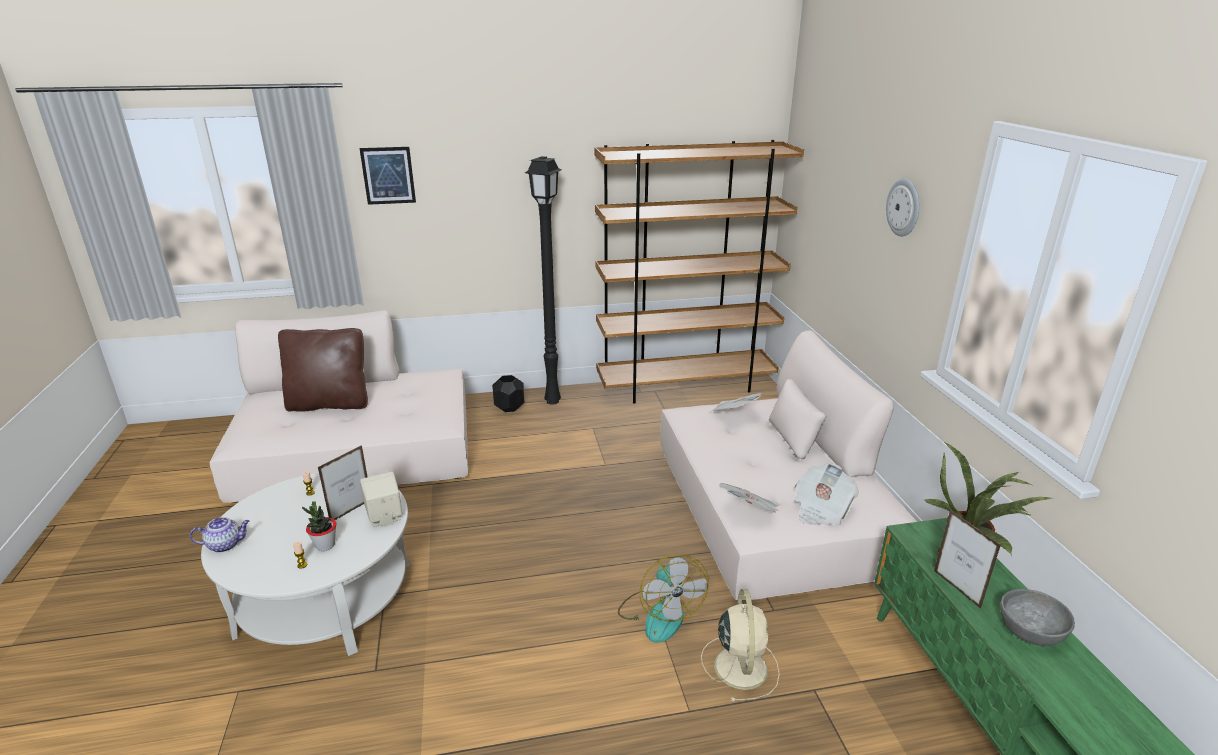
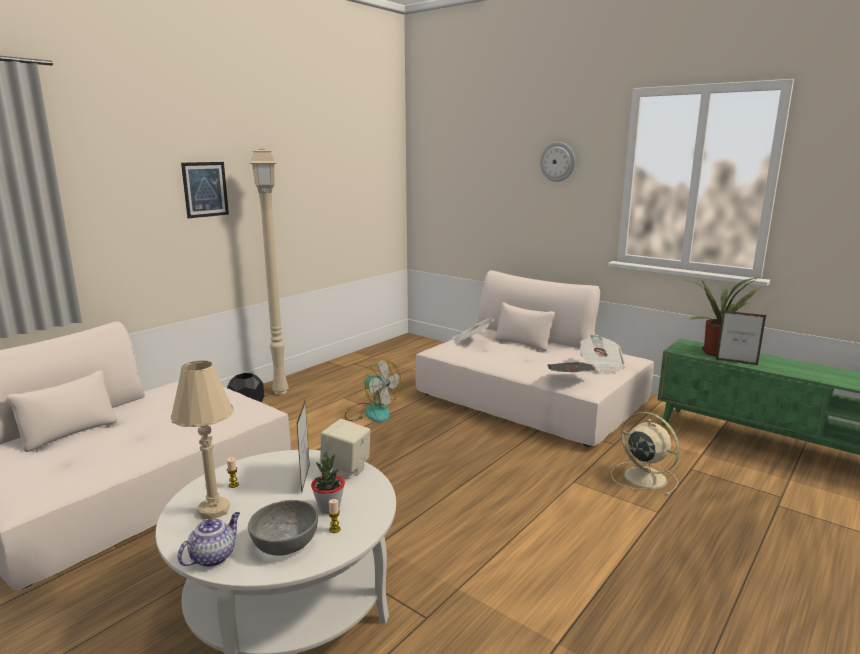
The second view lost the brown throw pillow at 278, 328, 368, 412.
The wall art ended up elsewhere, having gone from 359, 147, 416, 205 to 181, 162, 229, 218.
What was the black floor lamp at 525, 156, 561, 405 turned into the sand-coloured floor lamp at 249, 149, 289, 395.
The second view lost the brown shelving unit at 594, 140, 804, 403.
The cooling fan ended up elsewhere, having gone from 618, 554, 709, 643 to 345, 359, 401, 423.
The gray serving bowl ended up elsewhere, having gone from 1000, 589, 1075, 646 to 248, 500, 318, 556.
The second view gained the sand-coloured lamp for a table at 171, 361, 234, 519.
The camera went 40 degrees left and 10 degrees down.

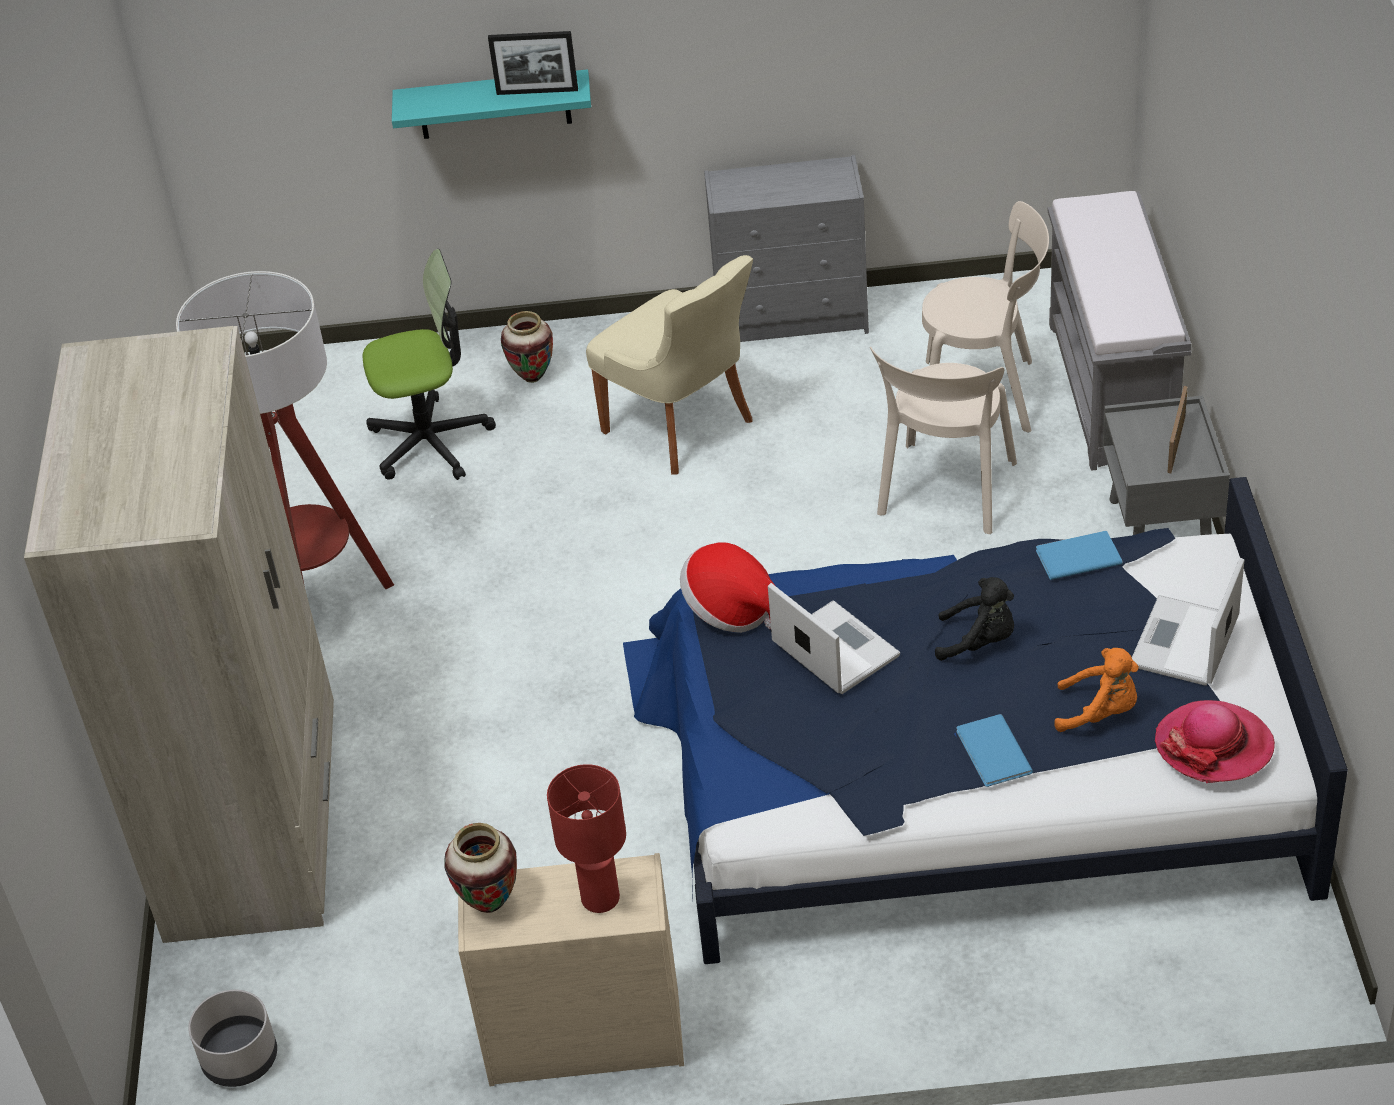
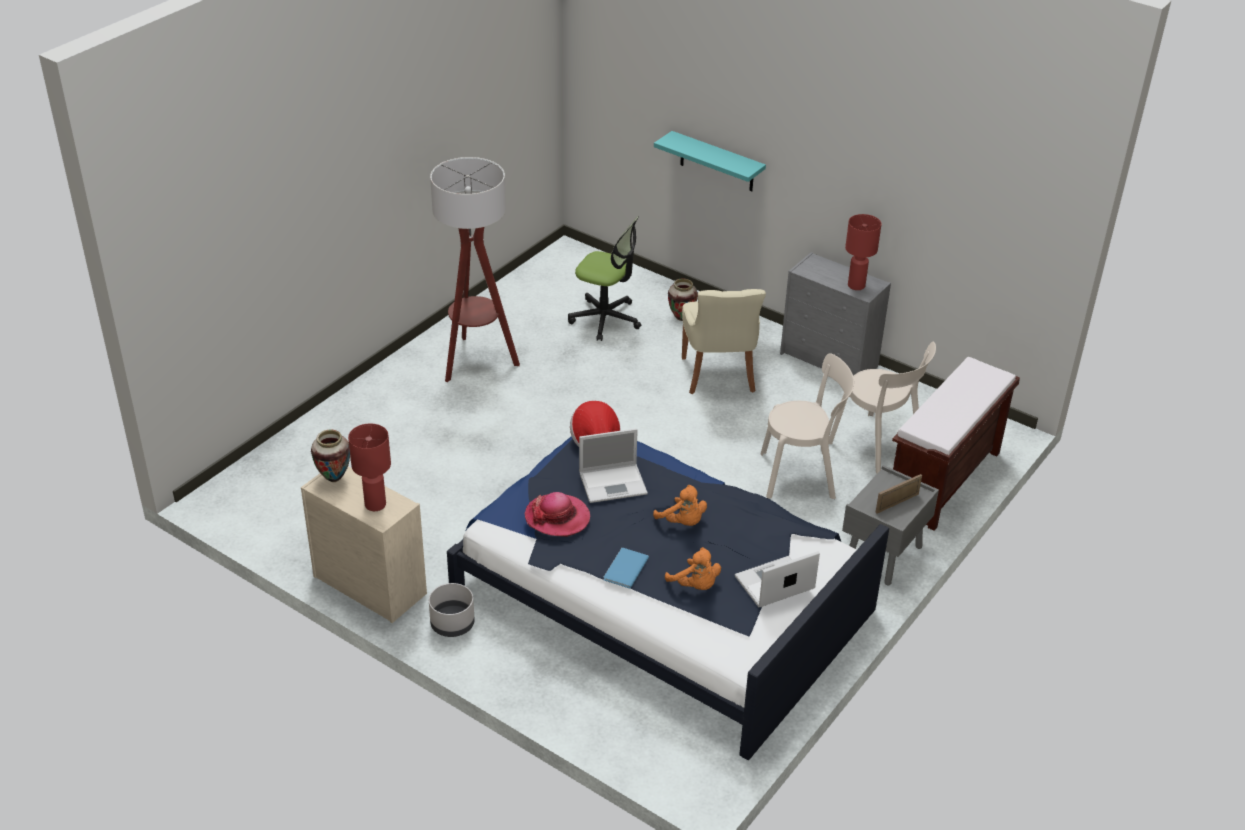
The second view lost the sand-coloured clothes cupboard at 24, 326, 334, 943.
The gray planter ended up elsewhere, having gone from 188, 990, 277, 1087 to 429, 583, 475, 637.
The second view lost the standing frame at 488, 31, 578, 95.
The laptop at 768, 583, 900, 694 ended up facing another way, 75 degrees clockwise from before.
The sand-coloured upright chair at 870, 347, 1017, 534 ended up facing another way, 150 degrees counterclockwise from before.
What was the black plush toy at 935, 577, 1014, 661 turned into the orange plush toy at 653, 485, 707, 526.
The second view lost the blue-coloured book at 1036, 531, 1123, 580.
What was the gray bench at 1047, 191, 1191, 471 turned into the brown bench at 892, 357, 1020, 531.
The hat ended up elsewhere, having gone from 1155, 700, 1275, 783 to 525, 492, 590, 537.
The second view gained the red lamp for a table at 845, 214, 882, 290.
The camera went 35 degrees right and 5 degrees down.

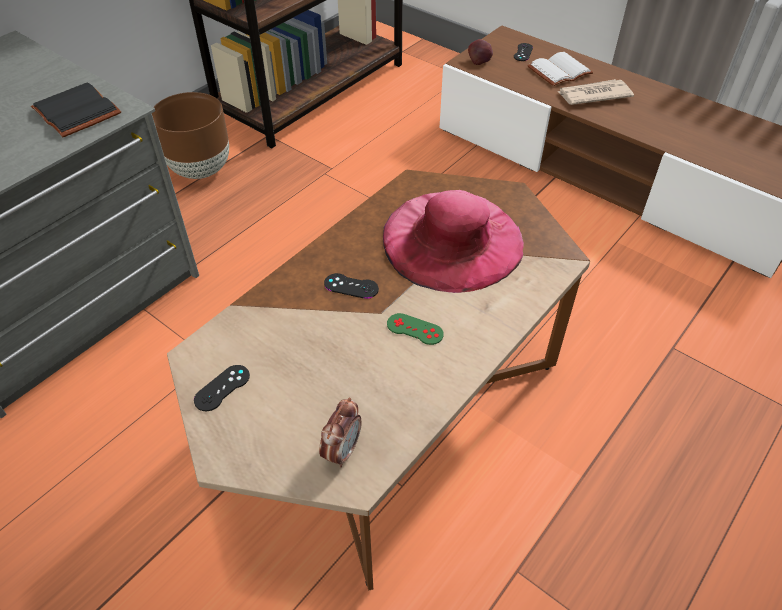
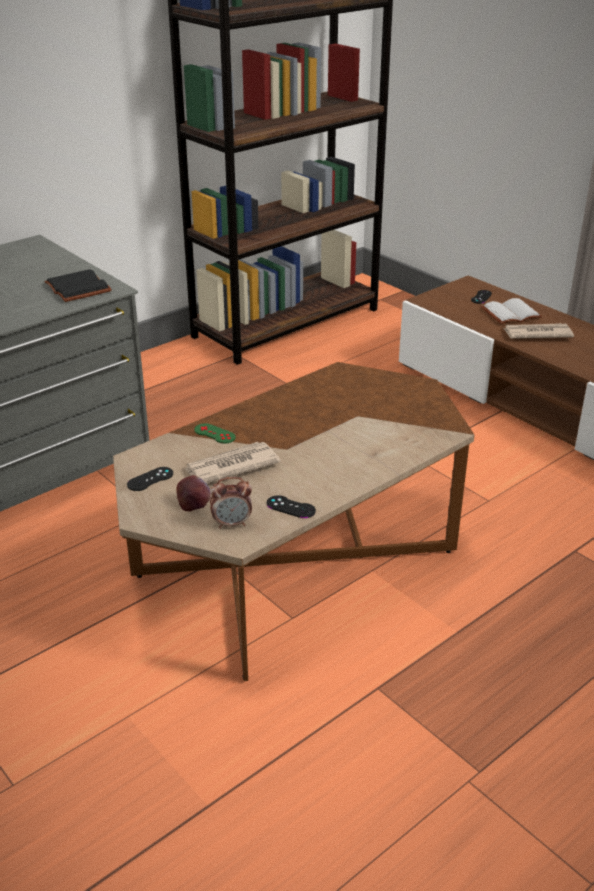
The second view lost the brown planter at 152, 92, 229, 179.
The bedside clock at 319, 398, 362, 468 ended up facing another way, 45 degrees clockwise from before.
The black joypad ended up elsewhere, having gone from 324, 273, 379, 299 to 267, 495, 316, 518.
The second view lost the pink hat at 383, 190, 524, 293.
The greenish joypad ended up elsewhere, having gone from 387, 313, 444, 345 to 194, 423, 236, 444.
The apple ended up elsewhere, having gone from 468, 39, 493, 65 to 176, 475, 211, 512.
The second view gained the newspaper at 185, 442, 281, 483.
The camera went 10 degrees right and 15 degrees down.

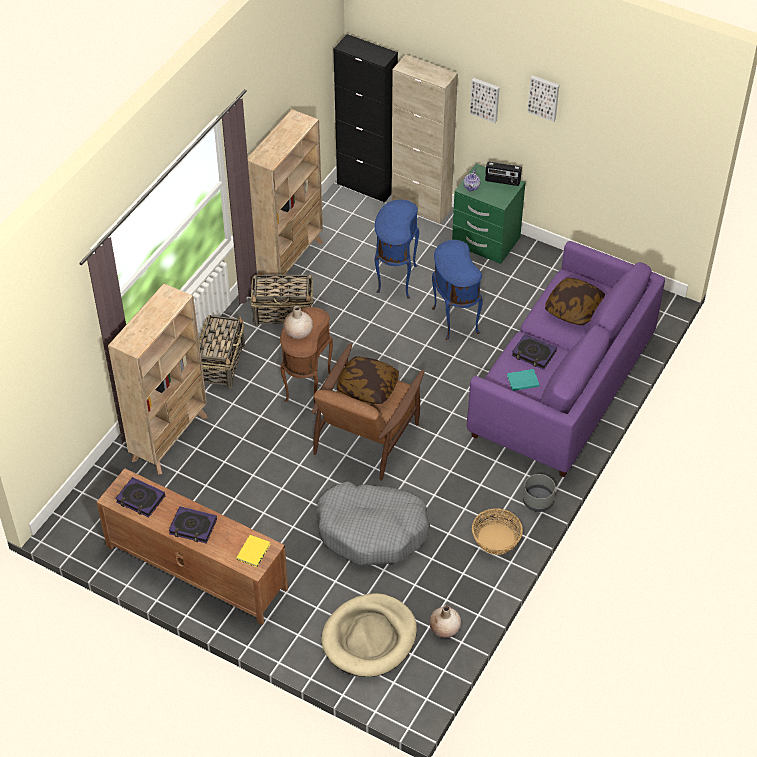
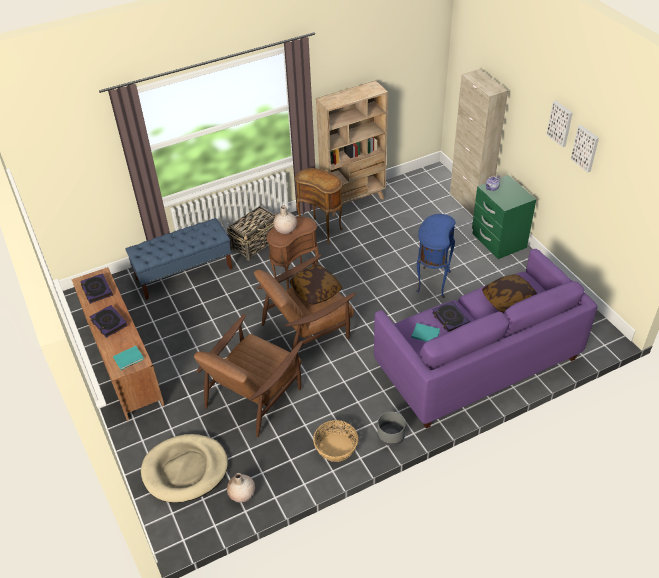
Where the sand-coloured shelving unit stood at 108, 283, 207, 475, the blue-coloured bench came to stand at 125, 218, 233, 300.
What was the yellow book at 236, 535, 271, 567 turned into the turquoise-coloured book at 113, 346, 144, 370.
Where the storage basket stood at 251, 275, 314, 326, the brown side table came to stand at 295, 168, 343, 244.
Where the gray pet bed stood at 317, 481, 430, 565, the brown lounge chair came to stand at 194, 314, 303, 437.
The second view lost the black cabinet at 334, 34, 398, 203.
The second view lost the blue-coloured side table at 375, 199, 419, 299.
The wall art ended up elsewhere, having gone from 470, 78, 500, 123 to 571, 125, 599, 173.
The second view lost the radio set at 485, 162, 522, 186.
The camera went 35 degrees right and 5 degrees down.

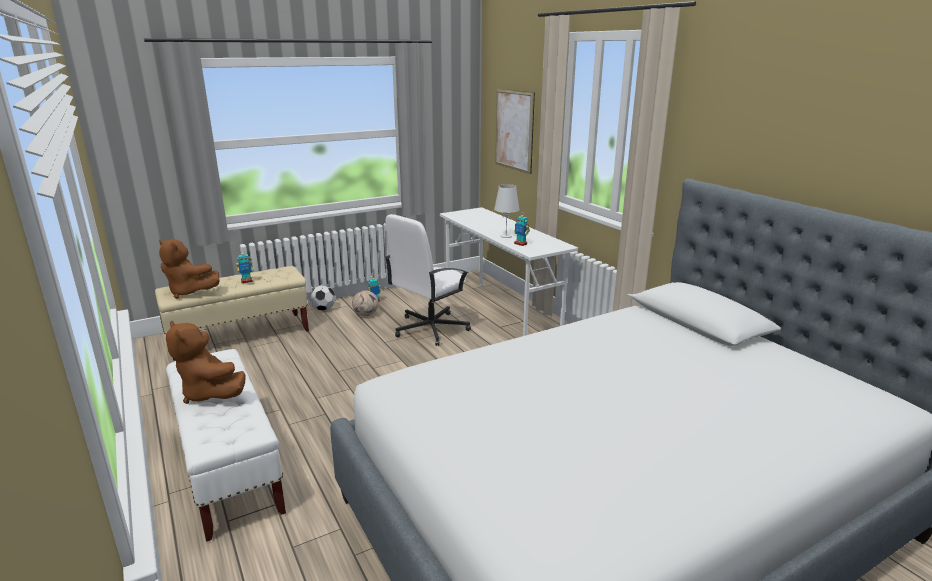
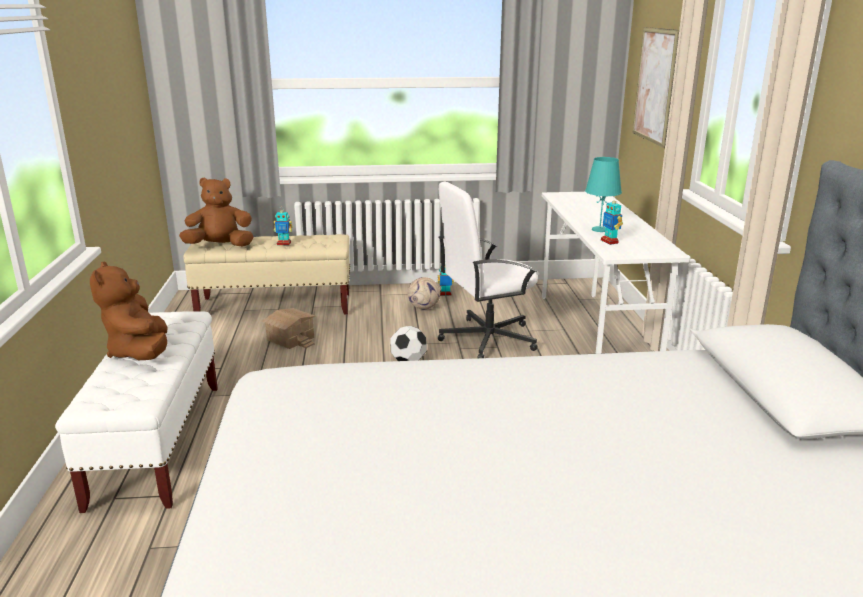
The brown plush toy at 159, 239, 220, 299 ended up facing another way, 120 degrees clockwise from before.
The football ball ended up elsewhere, having gone from 309, 285, 336, 311 to 391, 326, 427, 361.
What was the whitish lamp for a table at 494, 184, 520, 238 turned into the turquoise-coloured lamp for a table at 585, 157, 622, 232.
The second view gained the model house at 262, 308, 315, 349.
The camera went 25 degrees right and 0 degrees up.

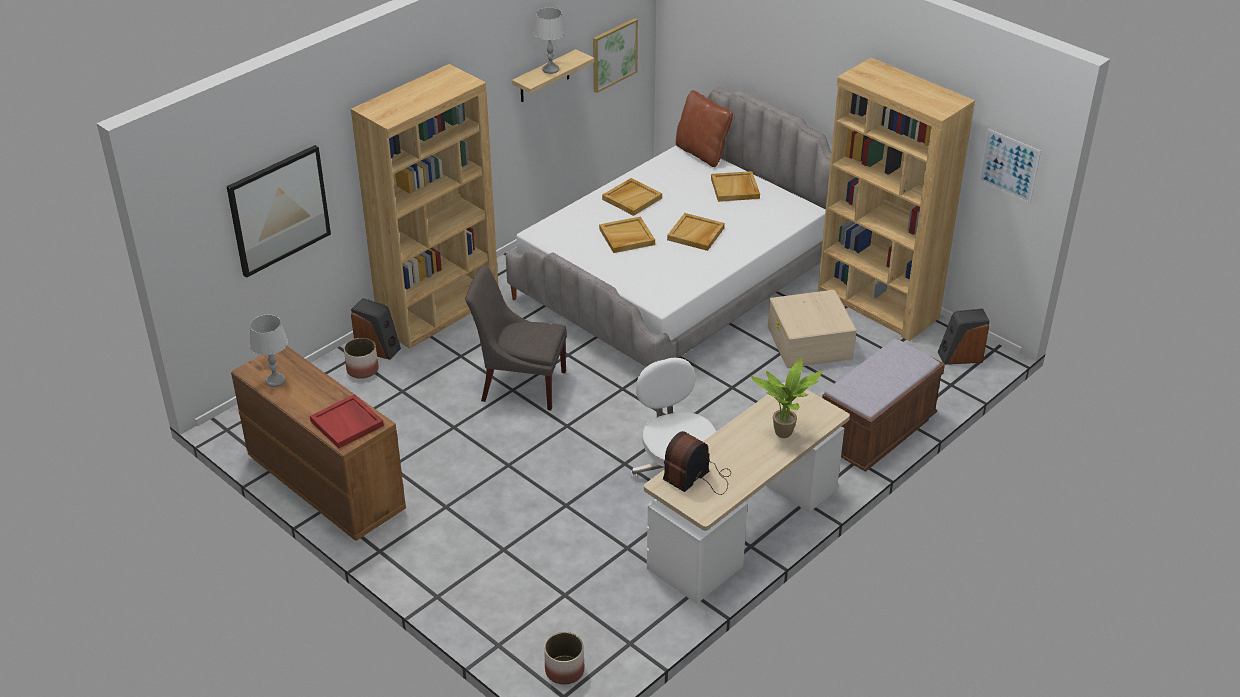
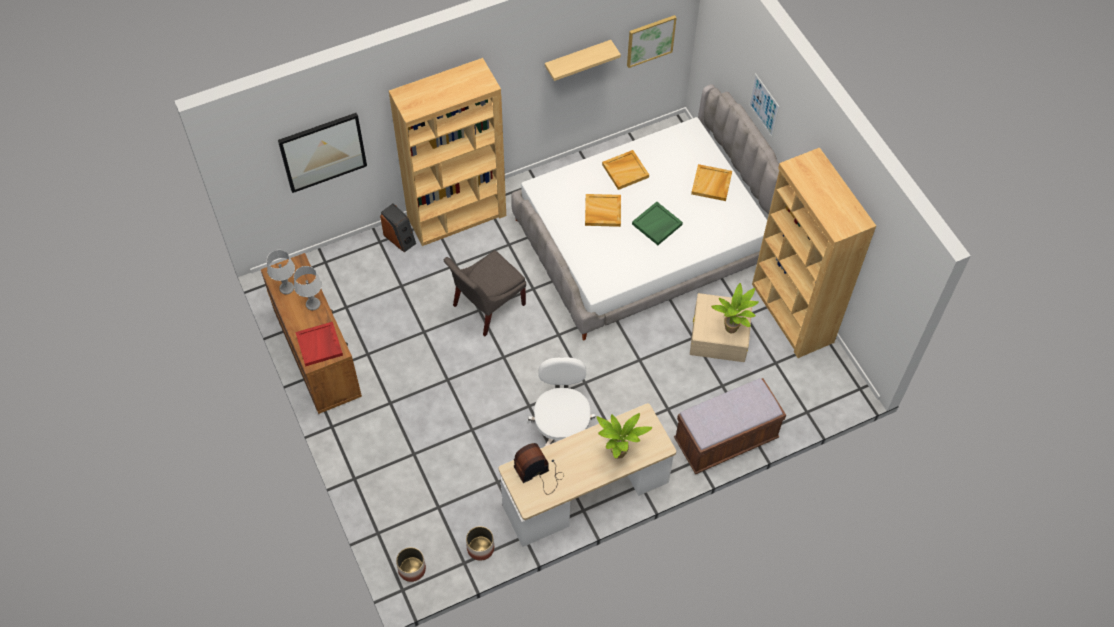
The planter ended up elsewhere, having gone from 344, 338, 379, 379 to 466, 526, 494, 561.
The gray upright chair at 465, 266, 567, 410 ended up facing another way, 75 degrees counterclockwise from before.
The gray lamp for a table ended up elsewhere, having gone from 534, 8, 566, 74 to 294, 266, 322, 310.
What was the sand-coloured carrying tray at 667, 213, 725, 251 turned into the greenish carrying tray at 632, 202, 683, 245.
The second view lost the brown throw pillow at 676, 90, 733, 167.
The second view lost the audio speaker at 938, 309, 990, 365.
The wall art ended up elsewhere, having gone from 978, 129, 1041, 204 to 749, 73, 780, 137.
The second view gained the houseplant at 711, 283, 759, 333.
The camera went 20 degrees right and 20 degrees up.

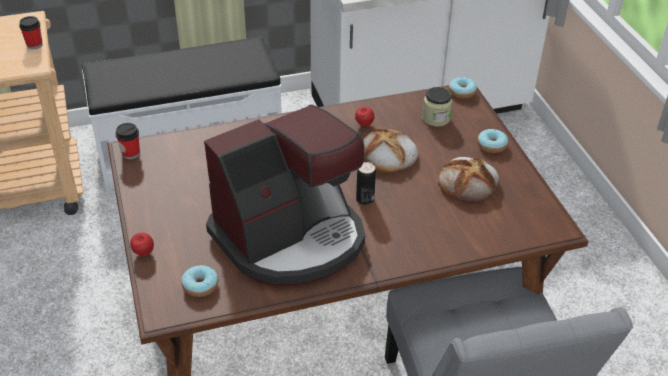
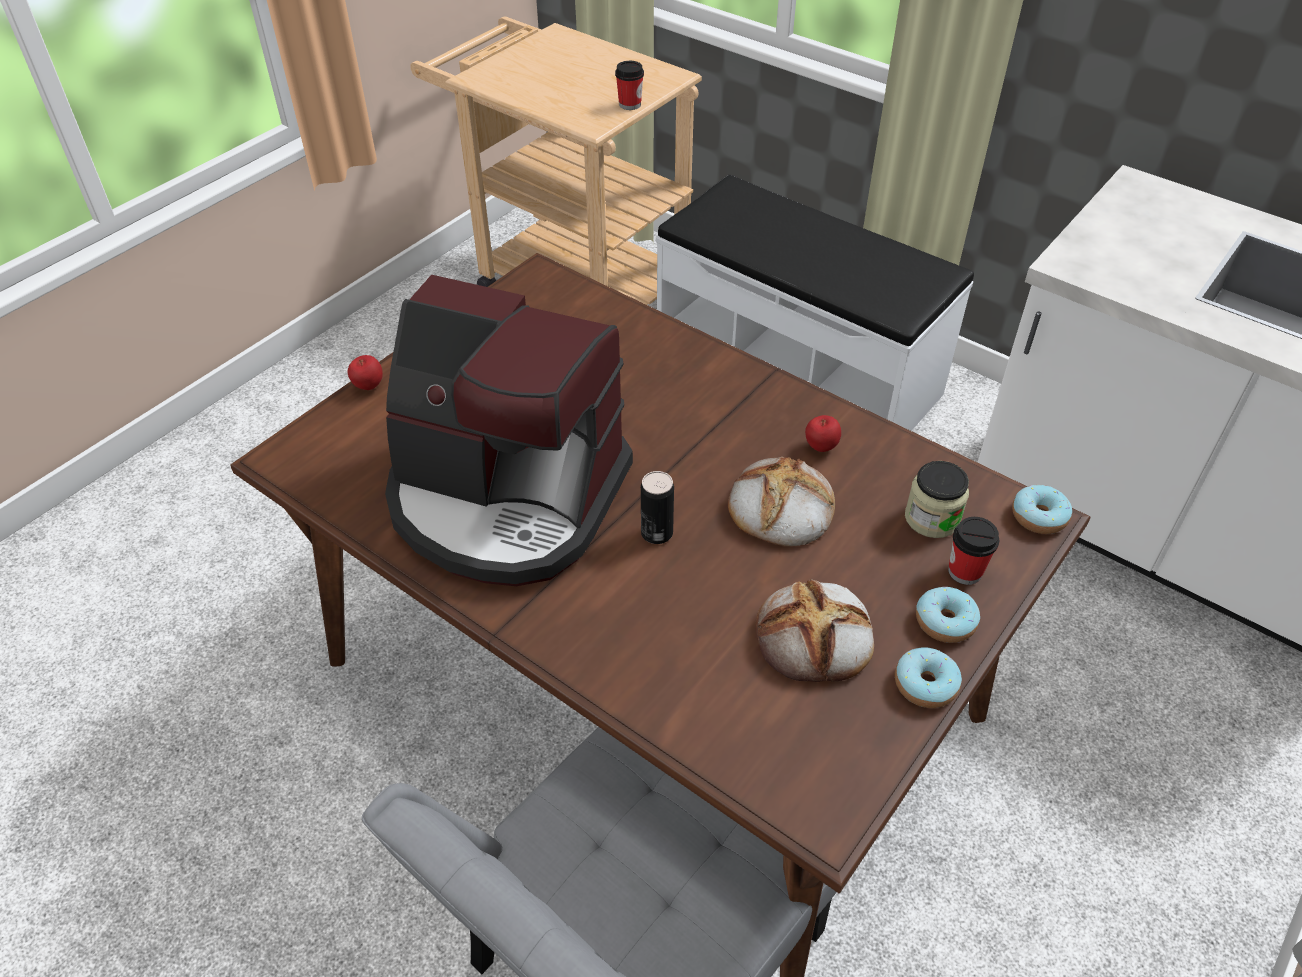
The small cup ended up elsewhere, having gone from 115, 123, 140, 160 to 948, 517, 999, 585.
The ring doughnut ended up elsewhere, having gone from 181, 265, 218, 297 to 895, 647, 962, 708.
The camera went 55 degrees right and 5 degrees up.

